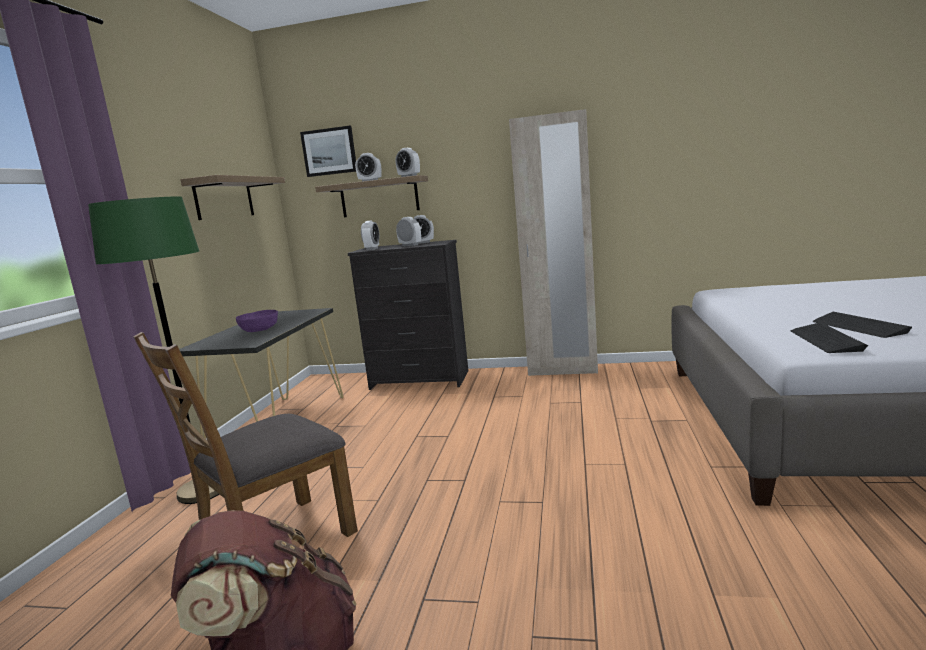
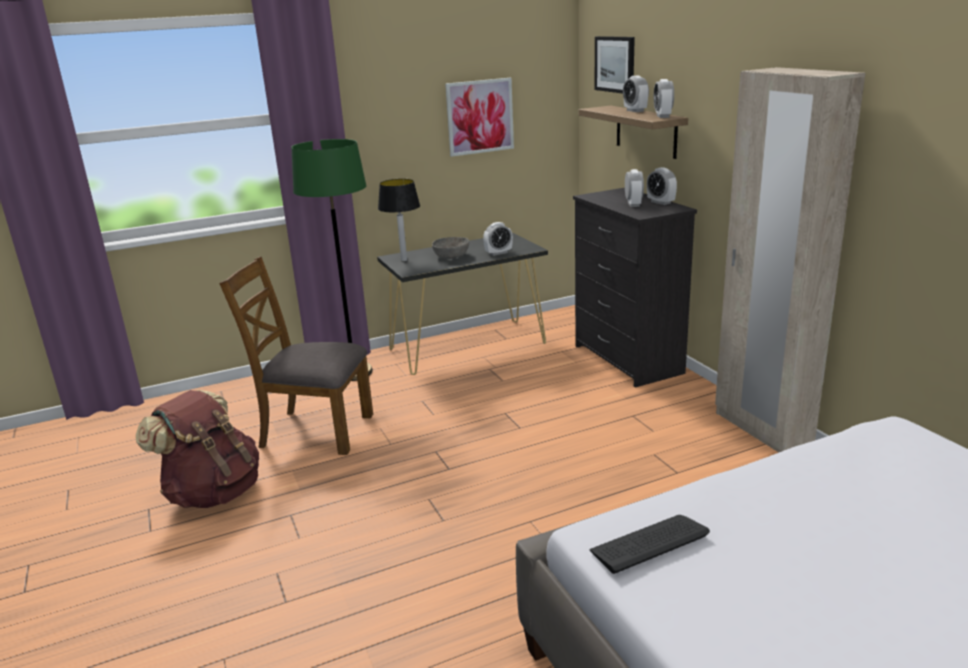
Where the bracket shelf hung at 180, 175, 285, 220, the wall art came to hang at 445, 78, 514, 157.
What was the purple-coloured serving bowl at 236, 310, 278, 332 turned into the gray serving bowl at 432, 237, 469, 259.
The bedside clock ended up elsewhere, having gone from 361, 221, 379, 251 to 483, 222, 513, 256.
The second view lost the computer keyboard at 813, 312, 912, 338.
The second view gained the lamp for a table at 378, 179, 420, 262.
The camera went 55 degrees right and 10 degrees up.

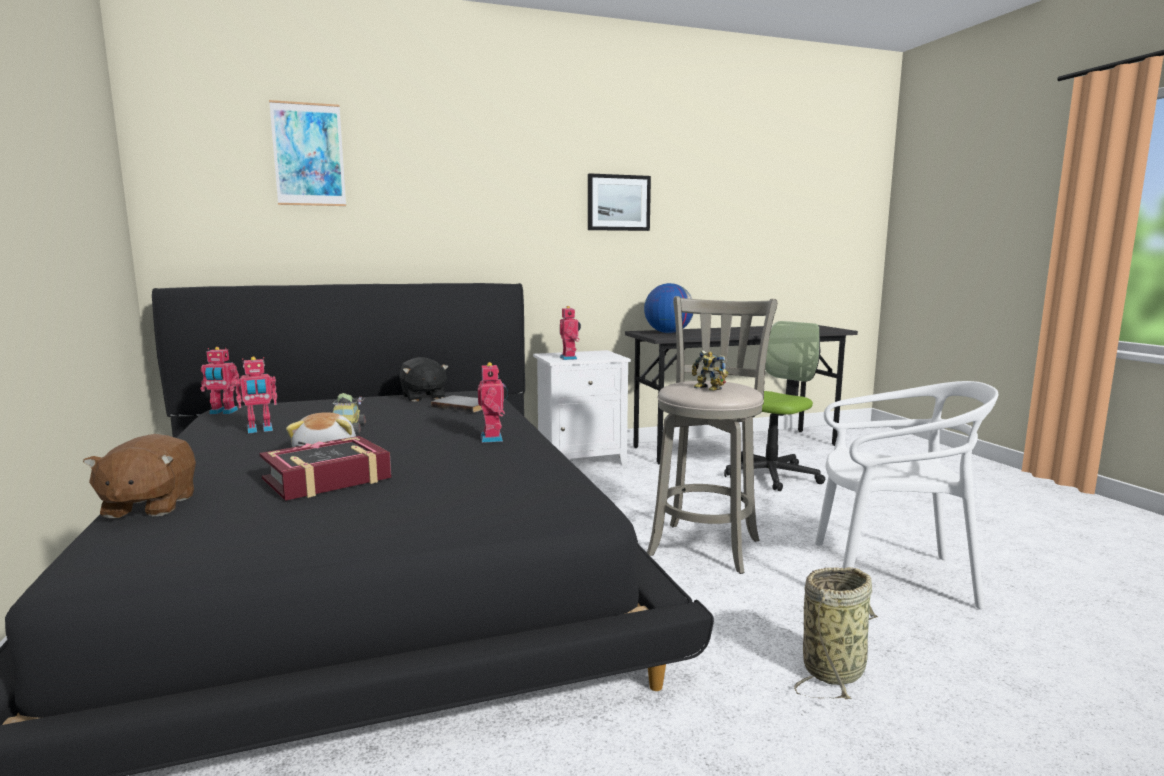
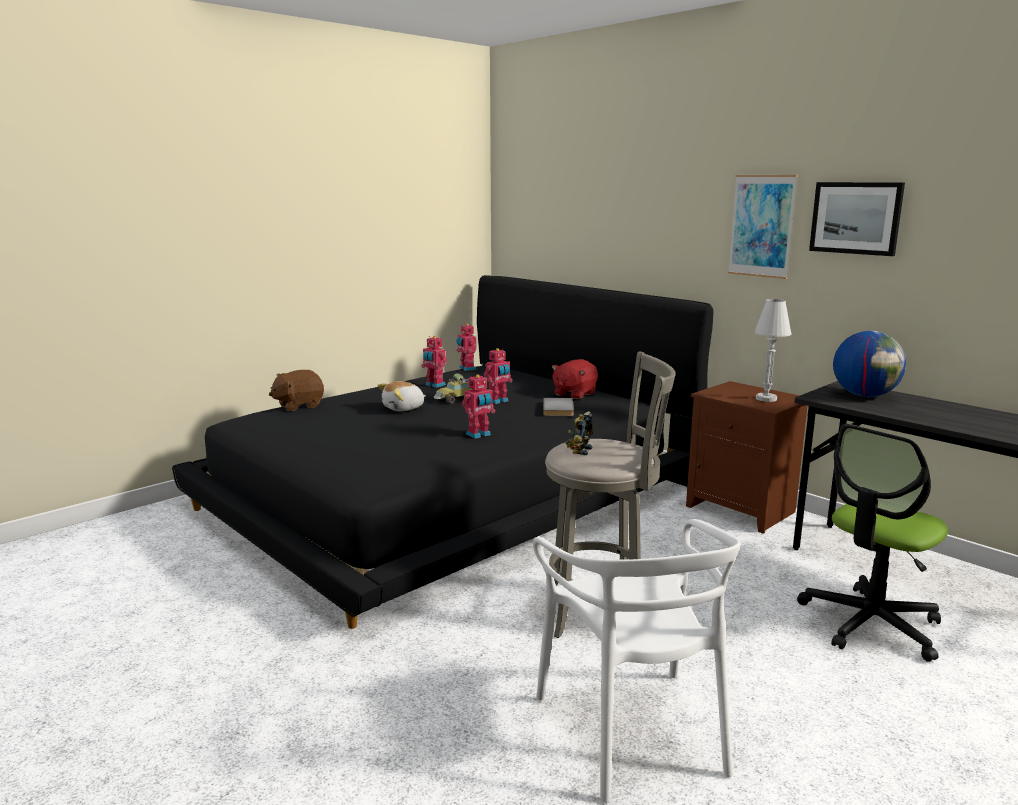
The second view lost the book at 259, 436, 391, 501.
The wall art ended up elsewhere, having gone from 269, 100, 346, 206 to 728, 175, 798, 279.
What was the black plush toy at 399, 357, 449, 402 turned into the red plush toy at 552, 359, 598, 399.
What was the whitish nightstand at 533, 350, 631, 465 turned into the brown nightstand at 686, 381, 807, 534.
The model robot ended up elsewhere, having gone from 560, 306, 581, 360 to 484, 348, 512, 404.
The computer chair at 724, 321, 825, 491 ended up facing another way, 120 degrees clockwise from before.
The second view lost the storage basket at 794, 567, 878, 699.
The second view gained the whitish lamp for a table at 754, 299, 792, 402.
The camera went 65 degrees right and 5 degrees up.

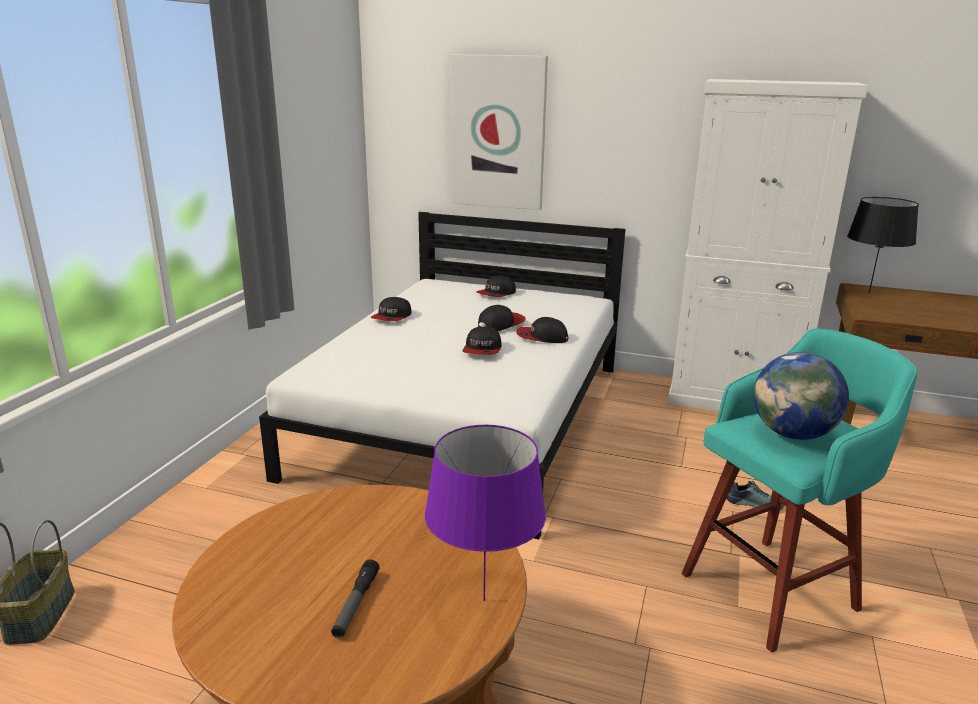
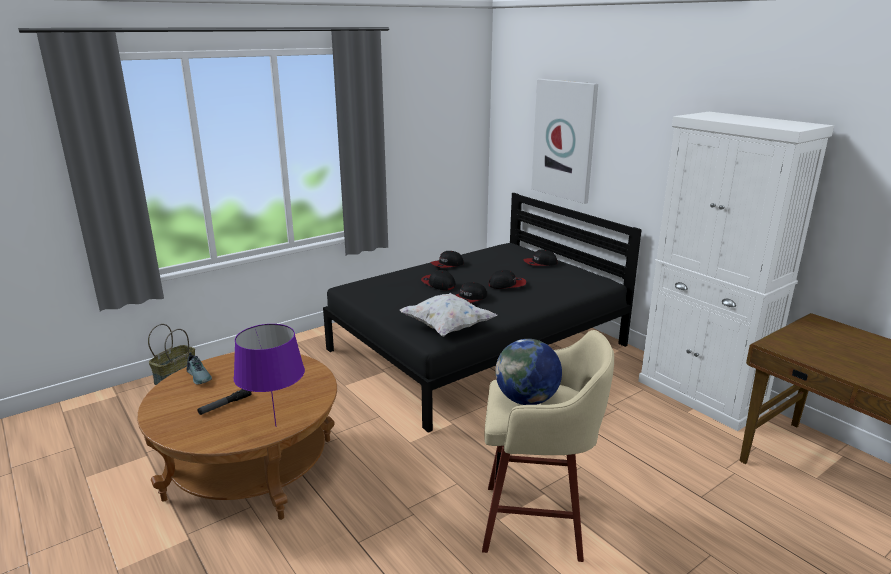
What was the whitish bed at 259, 212, 625, 540 turned into the black bed at 323, 193, 642, 433.
The peaked cap ended up elsewhere, having gone from 516, 317, 568, 343 to 421, 270, 456, 291.
What was the turquoise-coloured stool seat at 682, 329, 917, 653 turned into the sand-coloured stool seat at 482, 330, 614, 562.
The shoe ended up elsewhere, having gone from 726, 481, 784, 510 to 186, 352, 212, 385.
The second view lost the black lamp for a table at 847, 197, 919, 293.
The second view gained the whitish throw pillow at 400, 293, 498, 337.
The camera went 35 degrees right and 0 degrees up.

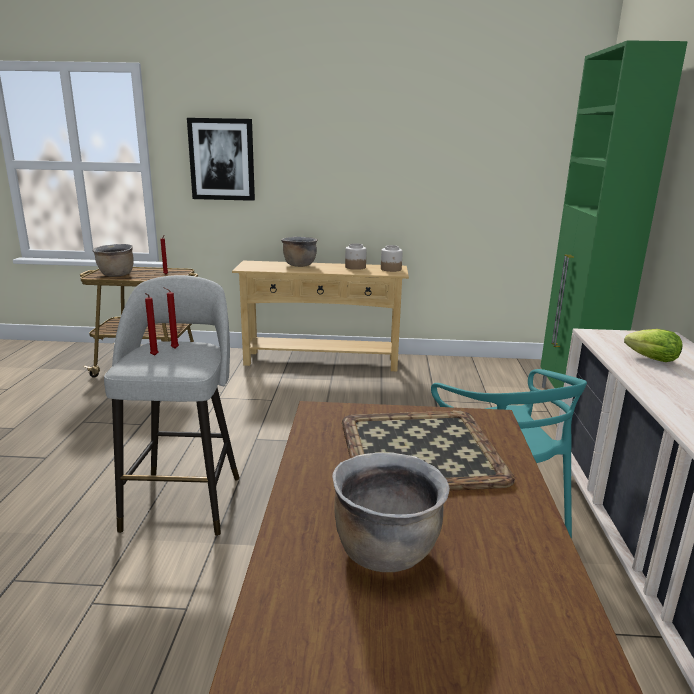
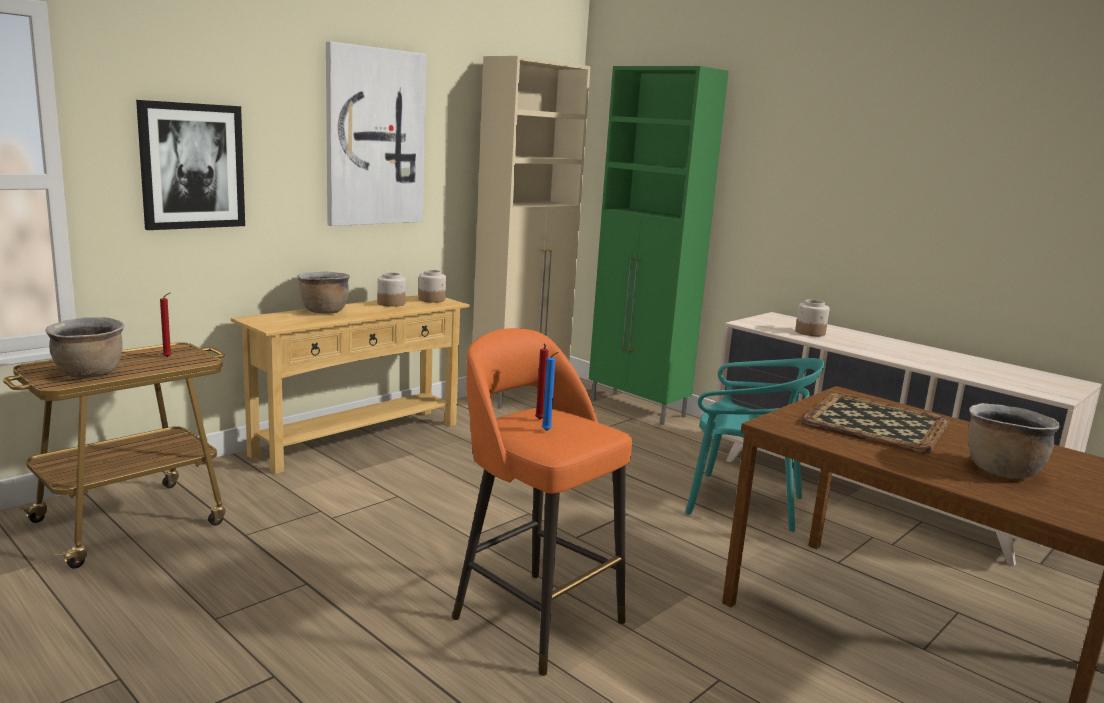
What was the gray stool seat at 104, 275, 240, 536 turned into the orange stool seat at 452, 328, 632, 676.
What was the red wax light at 145, 293, 158, 356 turned into the blue-coloured wax light at 542, 352, 558, 431.
Where the head of lettuce stood at 624, 329, 683, 362, the storage jar came to stand at 795, 300, 830, 336.
The second view gained the wall art at 326, 41, 426, 226.
The second view gained the sand-coloured cabinet at 472, 56, 591, 409.
The camera went 50 degrees left and 5 degrees down.

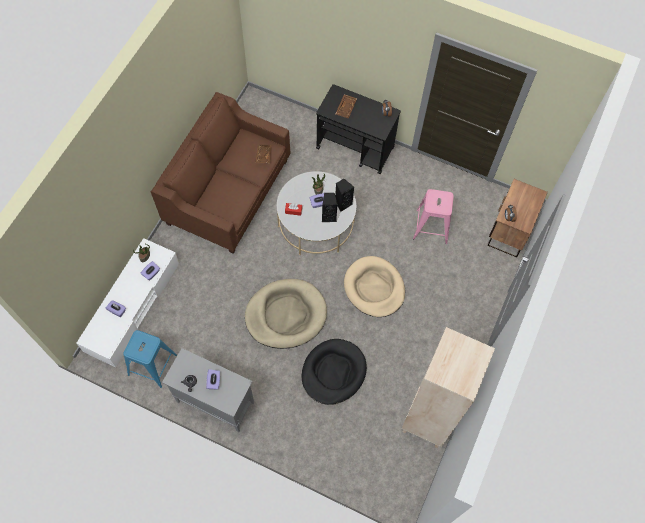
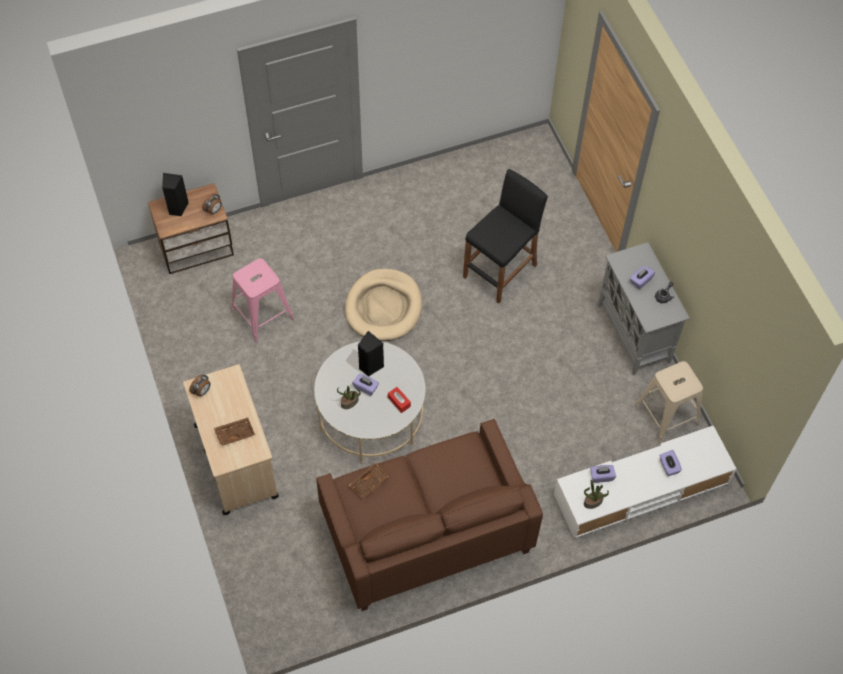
What was the blue-coloured stool seat at 123, 330, 177, 388 turned into the sand-coloured stool seat at 635, 361, 703, 444.
The second view lost the sand-coloured pet bed at 245, 279, 327, 349.
Where the black pet bed stood at 301, 339, 367, 405, the black stool seat came to stand at 463, 169, 548, 304.
What was the black trolley at 316, 84, 401, 174 turned into the sand-coloured trolley at 183, 364, 279, 515.
The black audio speaker ended up elsewhere, having gone from 335, 179, 354, 212 to 162, 173, 189, 216.
The second view lost the sand-coloured shelving unit at 401, 327, 495, 448.
The camera went 135 degrees left and 5 degrees down.

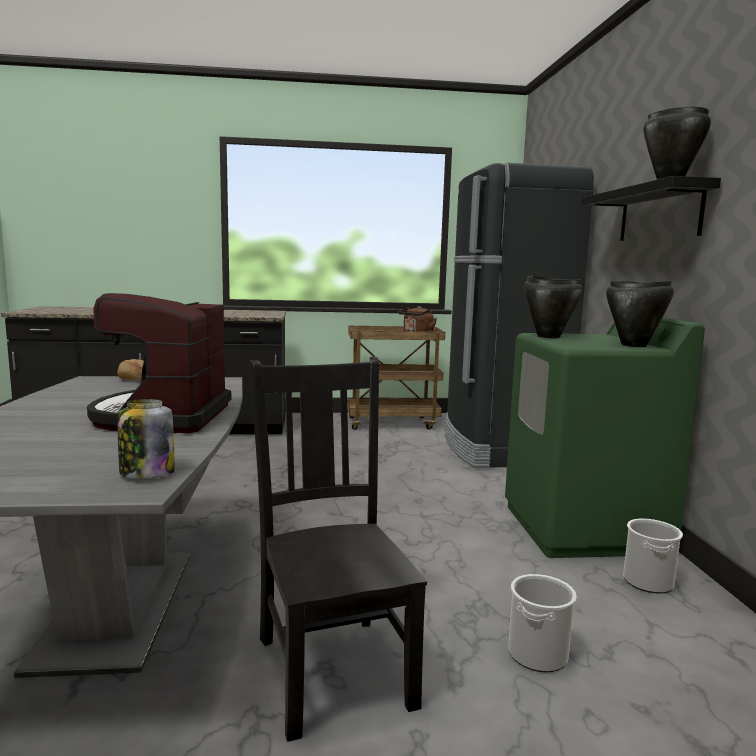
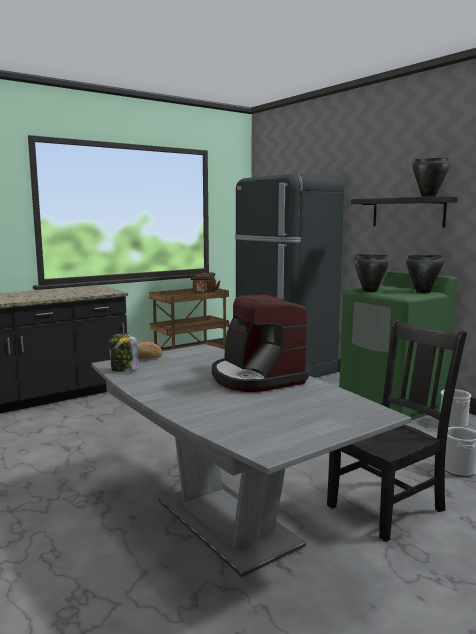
The storage jar ended up elsewhere, having gone from 117, 399, 175, 479 to 109, 333, 139, 372.
The black upright chair at 249, 357, 427, 742 ended up facing another way, 105 degrees clockwise from before.
The camera went 30 degrees left and 0 degrees up.

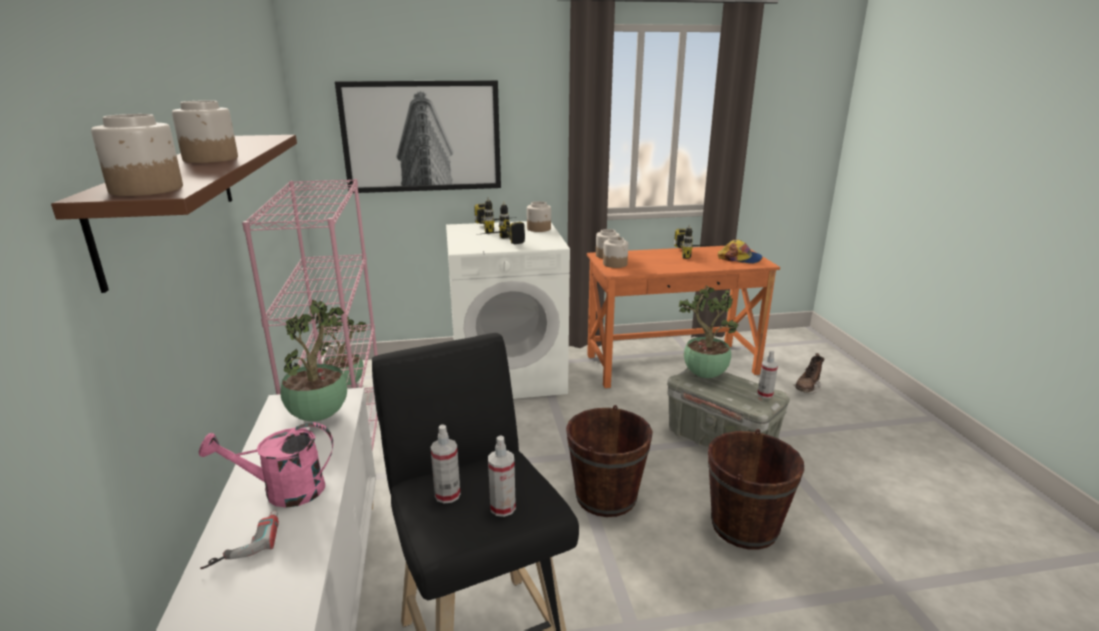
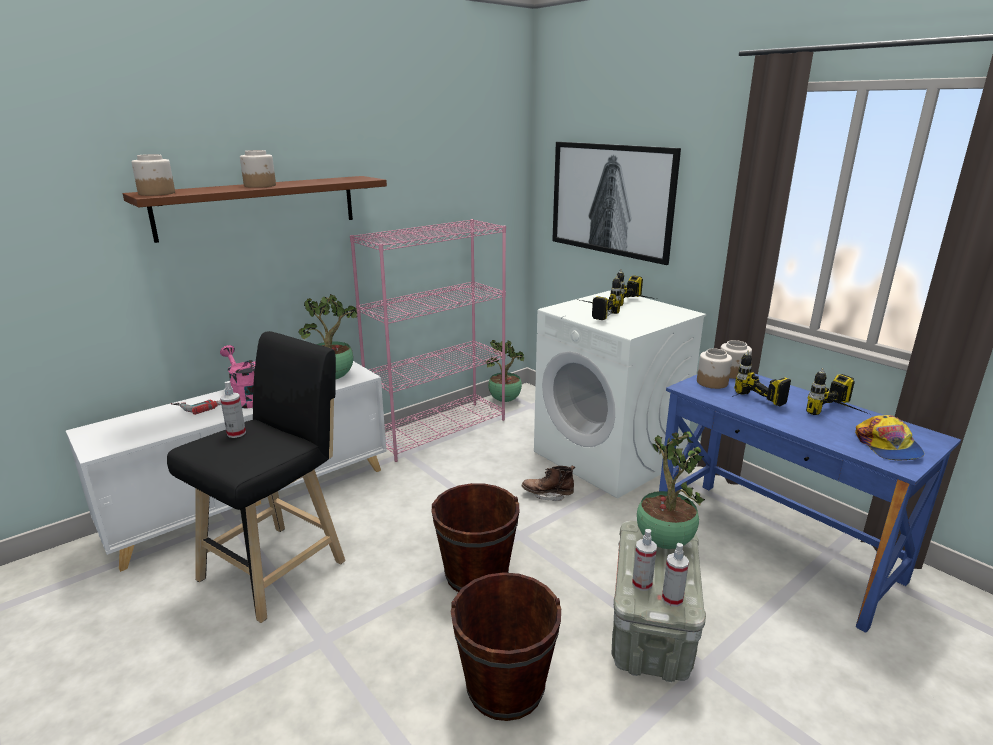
The sprayer ended up elsewhere, having gone from 488, 436, 516, 517 to 632, 529, 657, 591.
The second view lost the storage jar at 527, 201, 551, 232.
What was the orange desk table at 587, 246, 780, 388 turned into the blue-coloured desk table at 659, 374, 961, 633.
The brown tall boot ended up elsewhere, having gone from 794, 353, 824, 393 to 522, 465, 575, 501.
The second view gained the electric drill at 732, 350, 791, 406.
The camera went 60 degrees right and 0 degrees up.

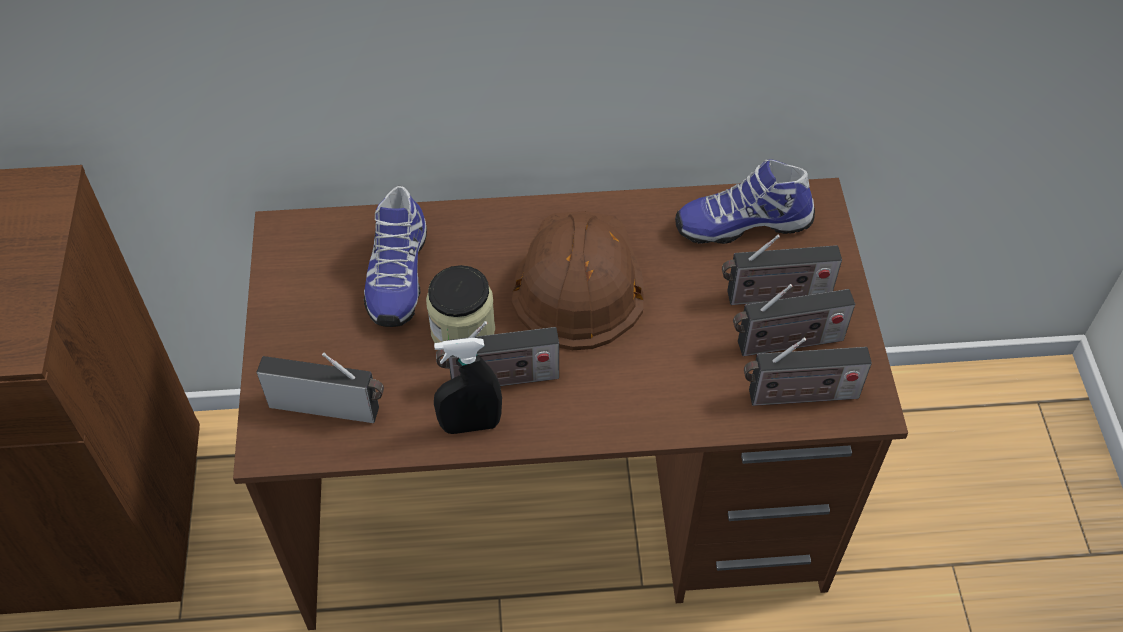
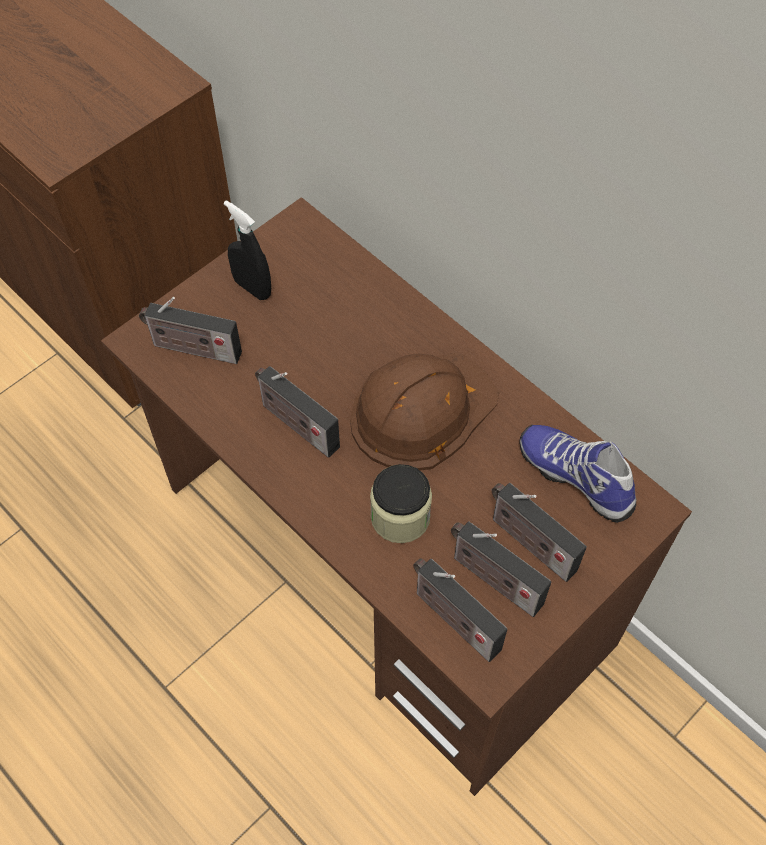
The radio set at 256, 353, 384, 423 ended up facing another way, 135 degrees clockwise from before.
The second view lost the shoe at 364, 186, 427, 327.
The storage jar ended up elsewhere, having gone from 426, 265, 495, 343 to 370, 464, 432, 543.
The black sprayer ended up elsewhere, having gone from 434, 338, 502, 434 to 224, 200, 271, 300.
The camera went 50 degrees right and 5 degrees up.

